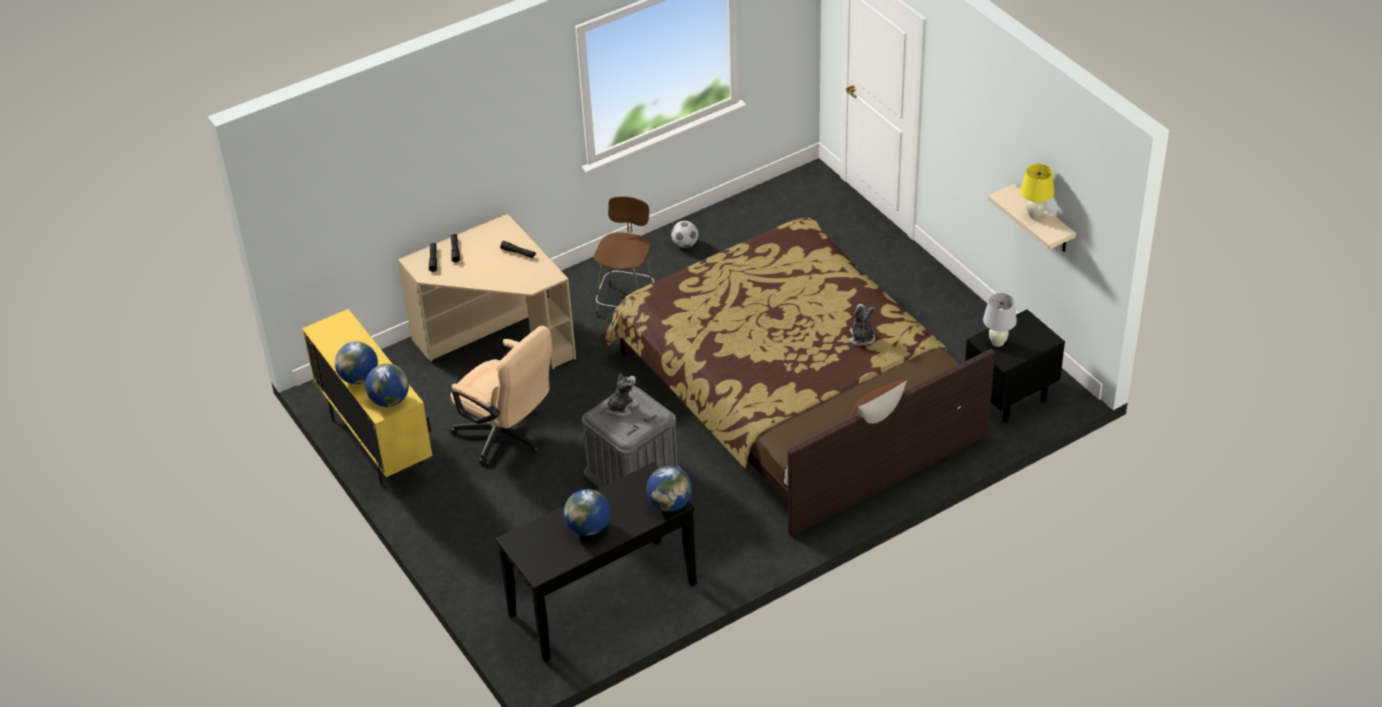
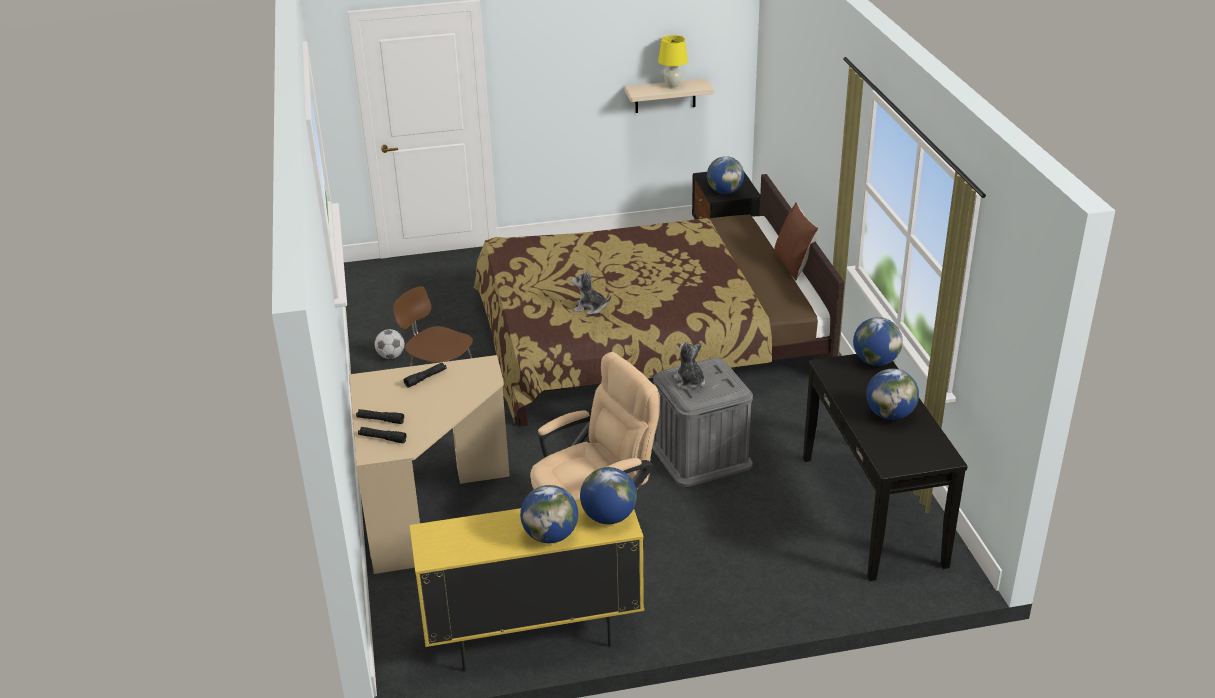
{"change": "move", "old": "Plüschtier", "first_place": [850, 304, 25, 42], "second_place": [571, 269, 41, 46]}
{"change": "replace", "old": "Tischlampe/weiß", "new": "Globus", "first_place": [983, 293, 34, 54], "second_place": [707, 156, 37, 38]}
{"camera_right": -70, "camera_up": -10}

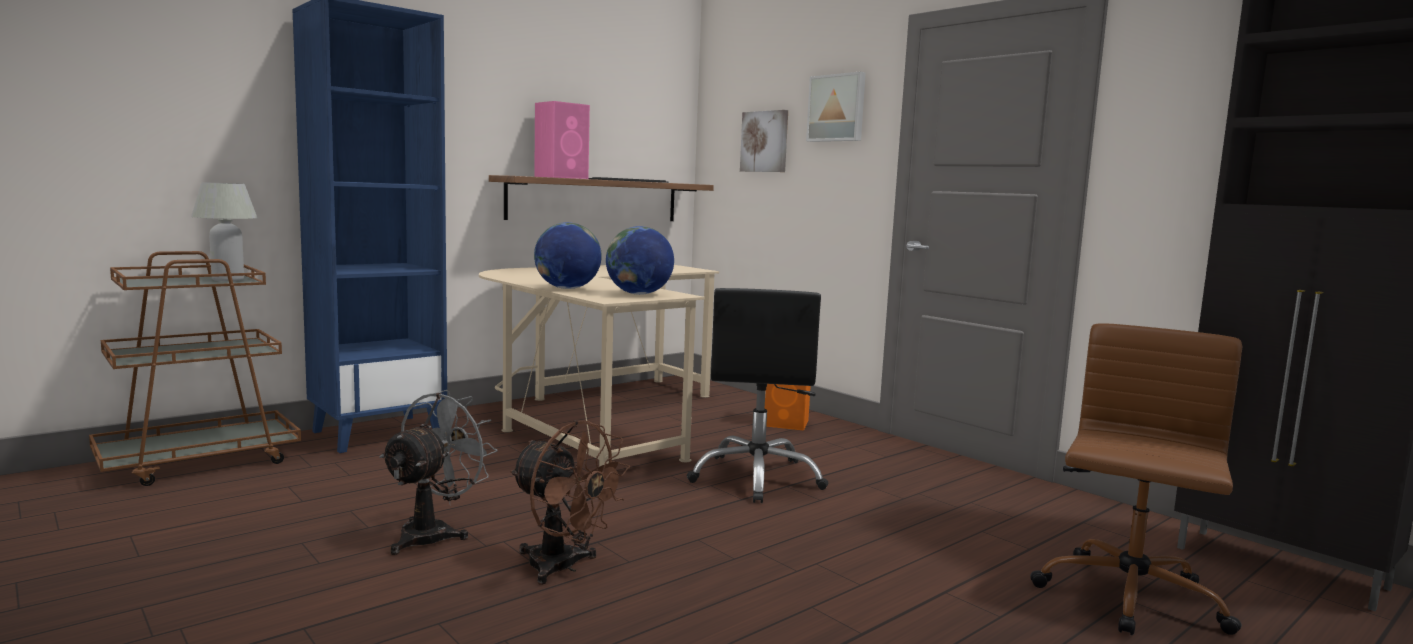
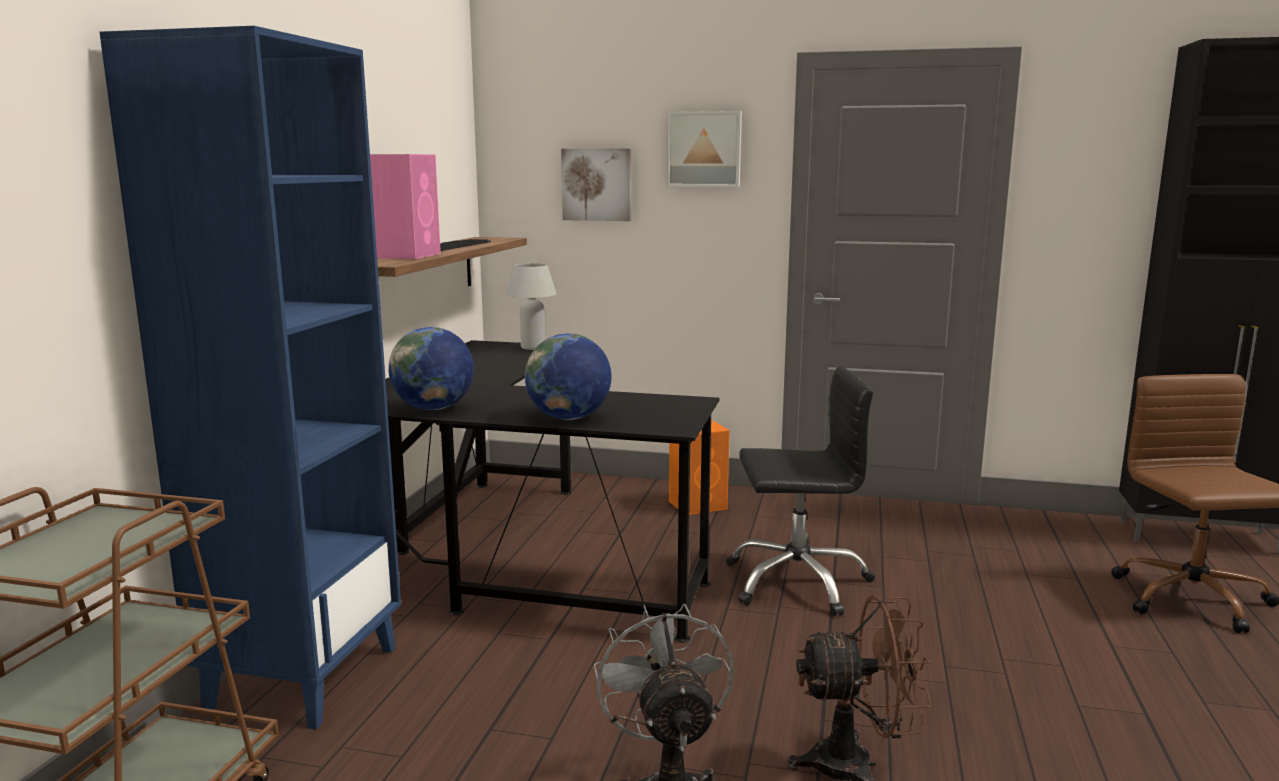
{"change": "recolor", "old": "Schreibtisch/beige", "new": "Schreibtisch/schwarz", "first_place": [479, 265, 240, 202], "second_place": [386, 340, 334, 303]}
{"change": "move", "old": "Globus", "first_place": [606, 226, 68, 69], "second_place": [388, 327, 86, 83]}
{"change": "move", "old": "Tischlampe/weiß", "first_place": [191, 182, 66, 99], "second_place": [507, 263, 49, 87]}
{"change": "rotate", "old": "Bürostuhl/schwarz", "first_place": [687, 288, 142, 215], "second_place": [726, 365, 149, 251], "degrees": -60}
{"camera_right": -35, "camera_up": 5}

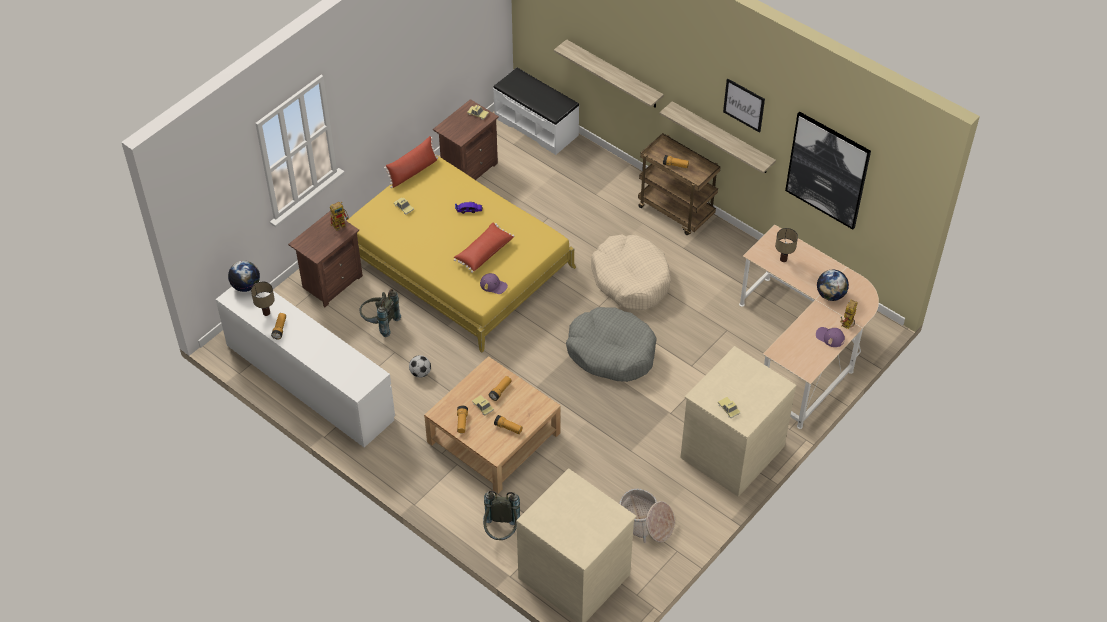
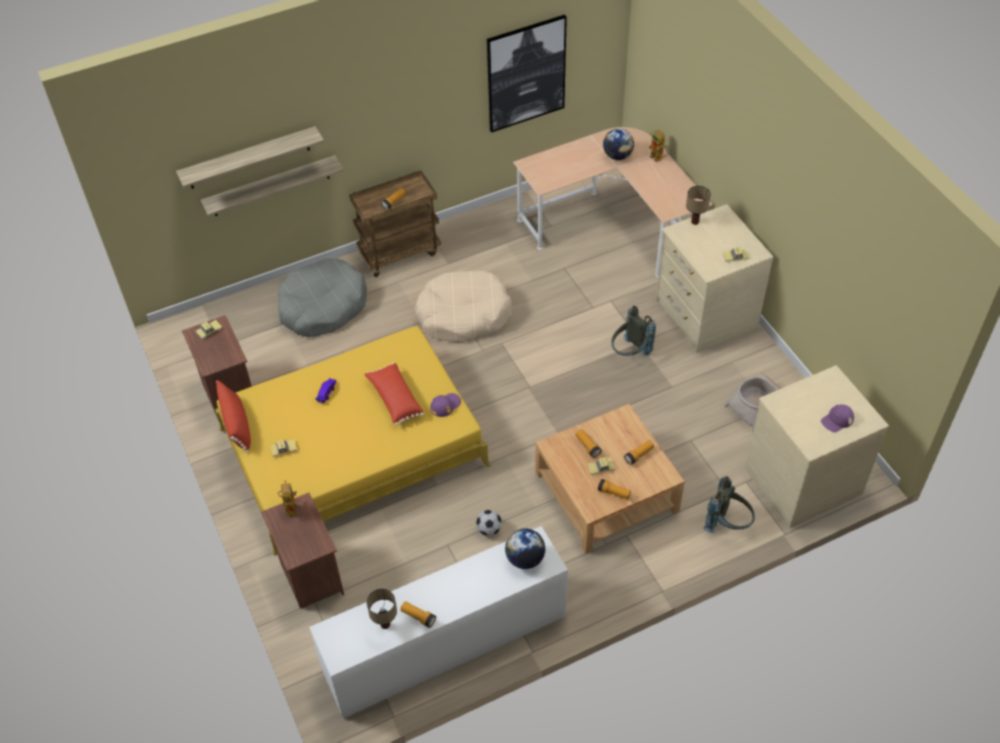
{"change": "move", "old": "Wandregal", "first_place": [659, 101, 117, 73], "second_place": [176, 126, 148, 63]}
{"change": "move", "old": "Hundebett/grau", "first_place": [566, 307, 91, 75], "second_place": [278, 258, 89, 79]}
{"change": "move", "old": "Globus", "first_place": [228, 261, 32, 31], "second_place": [505, 528, 40, 41]}
{"change": "move", "old": "Rucksack/grau", "first_place": [360, 289, 41, 48], "second_place": [611, 306, 45, 50]}
{"change": "move", "old": "Tischlampe", "first_place": [775, 228, 23, 34], "second_place": [686, 186, 25, 39]}
{"change": "move", "old": "Kappe/lila", "first_place": [816, 327, 29, 20], "second_place": [821, 404, 33, 28]}
{"change": "delete", "old": "Bank/weiß", "first_place": [493, 67, 86, 88]}
{"change": "delete", "old": "Bild", "first_place": [723, 78, 42, 55]}
{"camera_right": -65, "camera_up": 0}

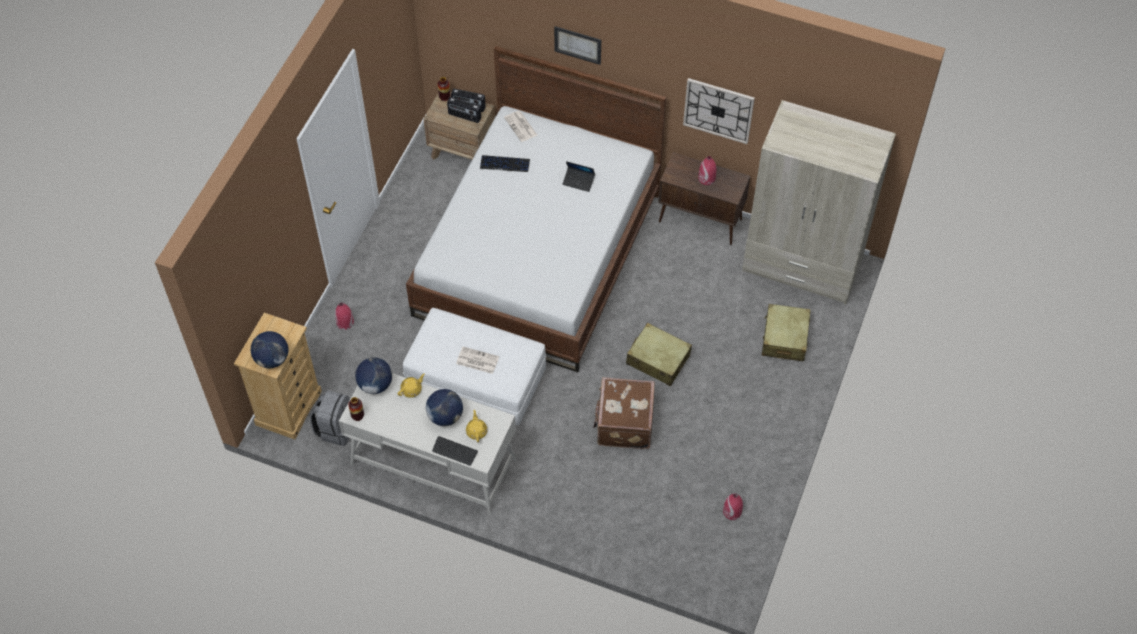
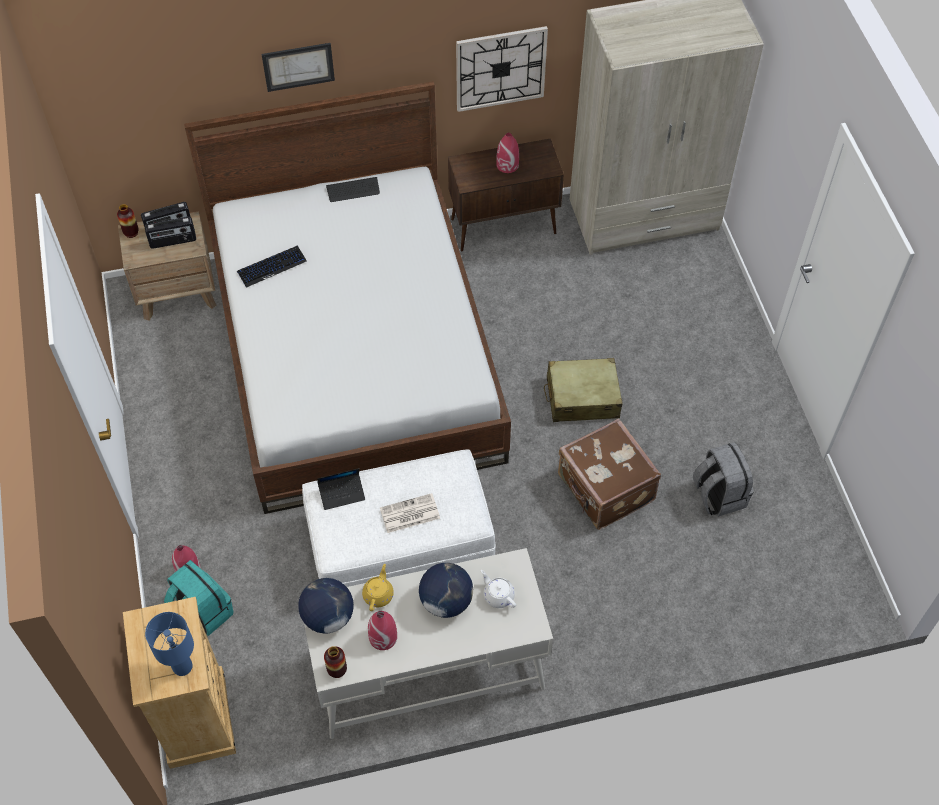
{"change": "replace", "old": "Globus", "new": "Tischlampe/blau", "first_place": [251, 331, 37, 37], "second_place": [145, 612, 49, 64]}
{"change": "insert", "new": "Rucksack/türkis", "second_place": [164, 560, 69, 76]}
{"change": "move", "old": "Laptop", "first_place": [562, 161, 33, 31], "second_place": [317, 468, 48, 42]}
{"change": "move", "old": "Tastatur", "first_place": [432, 436, 46, 30], "second_place": [326, 177, 54, 25]}
{"change": "move", "old": "Vase/rot", "first_place": [723, 493, 20, 27], "second_place": [368, 611, 29, 39]}
{"change": "recolor", "old": "Teekanne/gelb", "new": "Teekanne/weiß", "first_place": [466, 410, 21, 32], "second_place": [481, 570, 35, 38]}
{"change": "move", "old": "Rucksack/grau", "first_place": [310, 391, 40, 55], "second_place": [693, 442, 61, 75]}
{"change": "delete", "old": "Zeitung", "first_place": [504, 111, 33, 31]}
{"change": "delete", "old": "Koffer/beige", "first_place": [762, 304, 49, 57]}
{"camera_right": -35, "camera_up": 0}

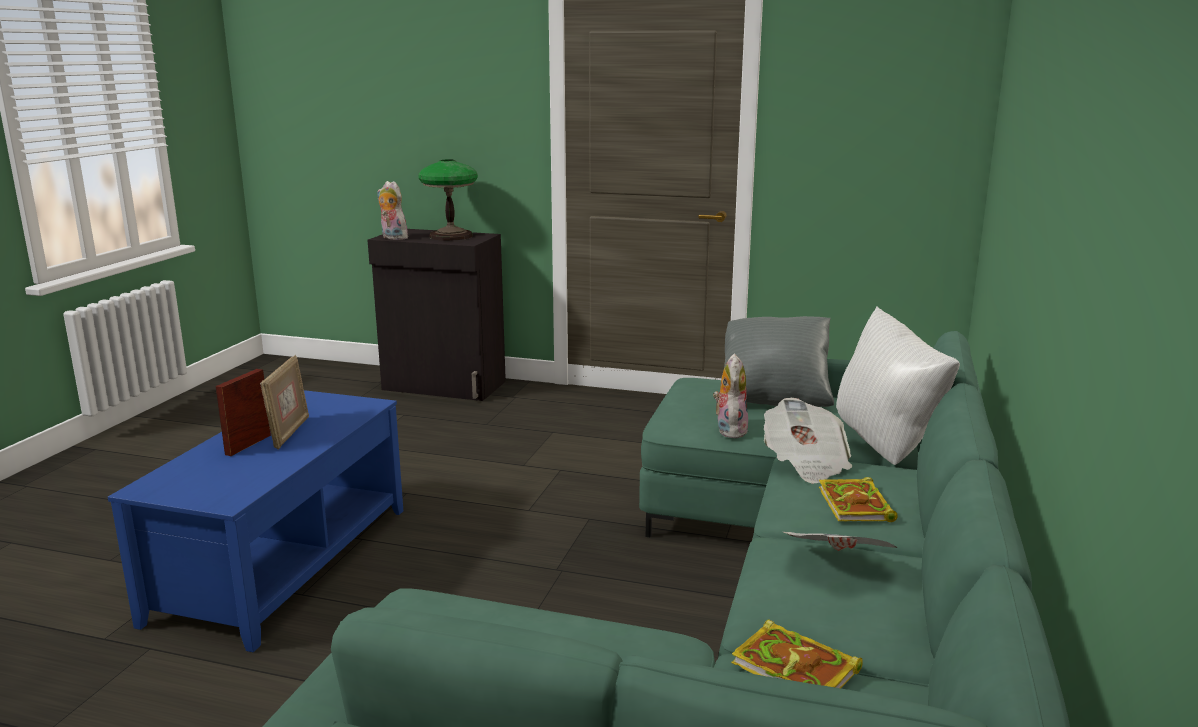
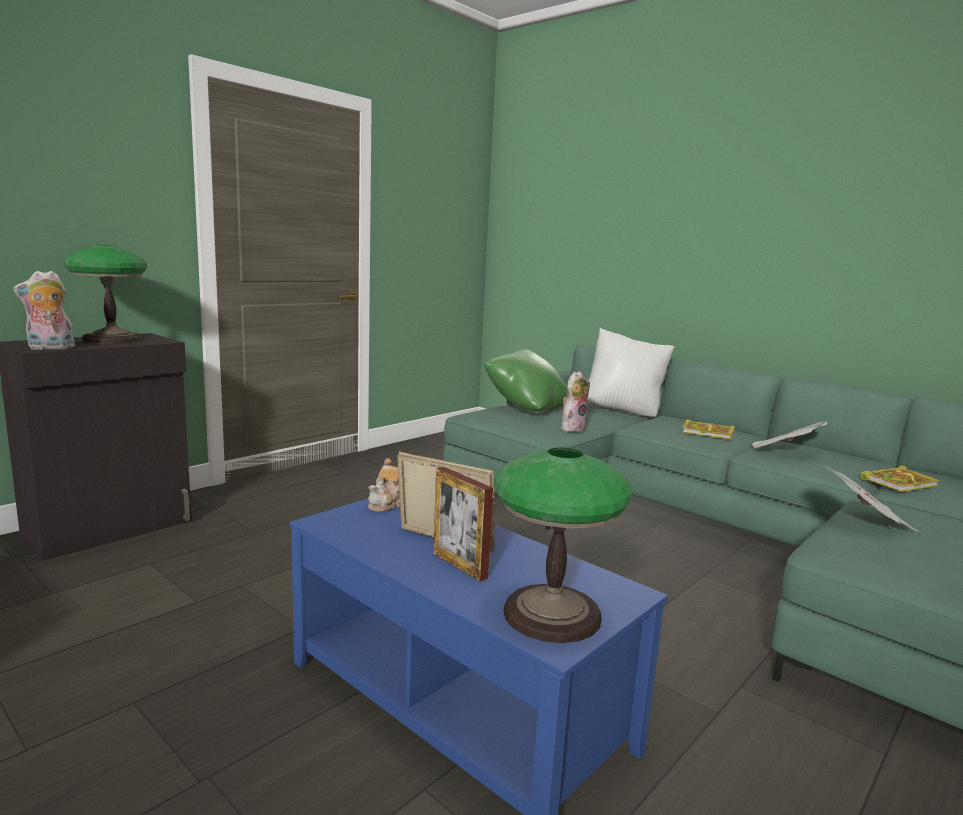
{"change": "insert", "new": "Teekanne", "second_place": [368, 458, 32, 54]}
{"change": "recolor", "old": "Kissen/grau", "new": "Kissen/grün", "first_place": [724, 316, 110, 91], "second_place": [484, 349, 83, 64]}
{"change": "insert", "new": "Tischlampe", "second_place": [494, 448, 138, 195]}
{"change": "rotate", "old": "Plüschtier", "first_place": [713, 354, 35, 84], "second_place": [560, 371, 30, 61], "degrees": 105}
{"change": "move", "old": "Zeitung", "first_place": [764, 398, 88, 86], "second_place": [824, 466, 98, 67]}
{"camera_right": -65, "camera_up": -5}

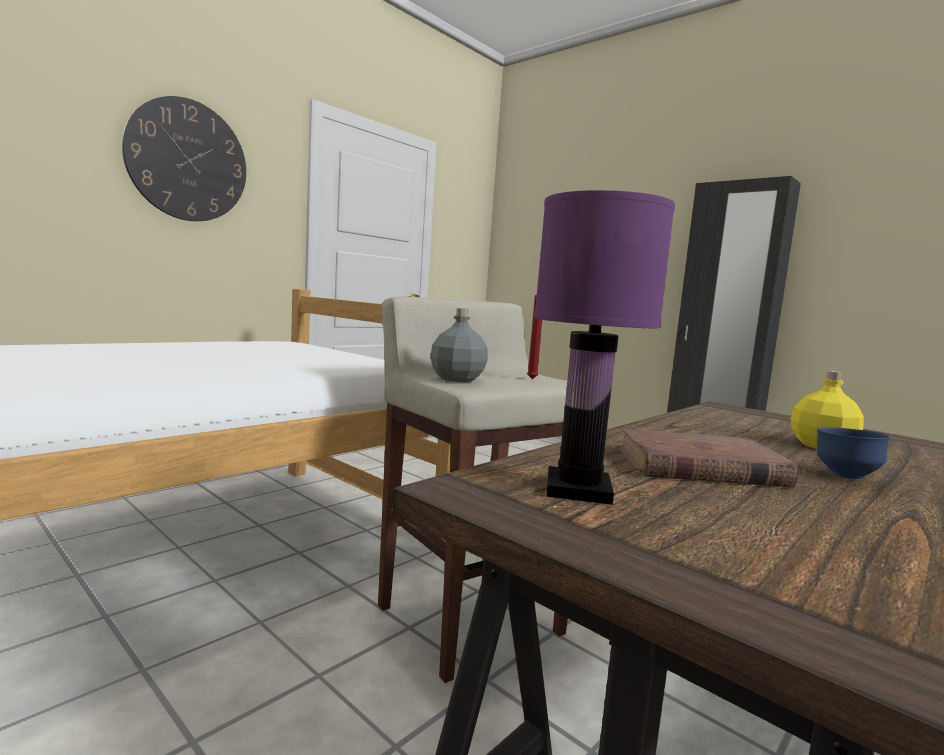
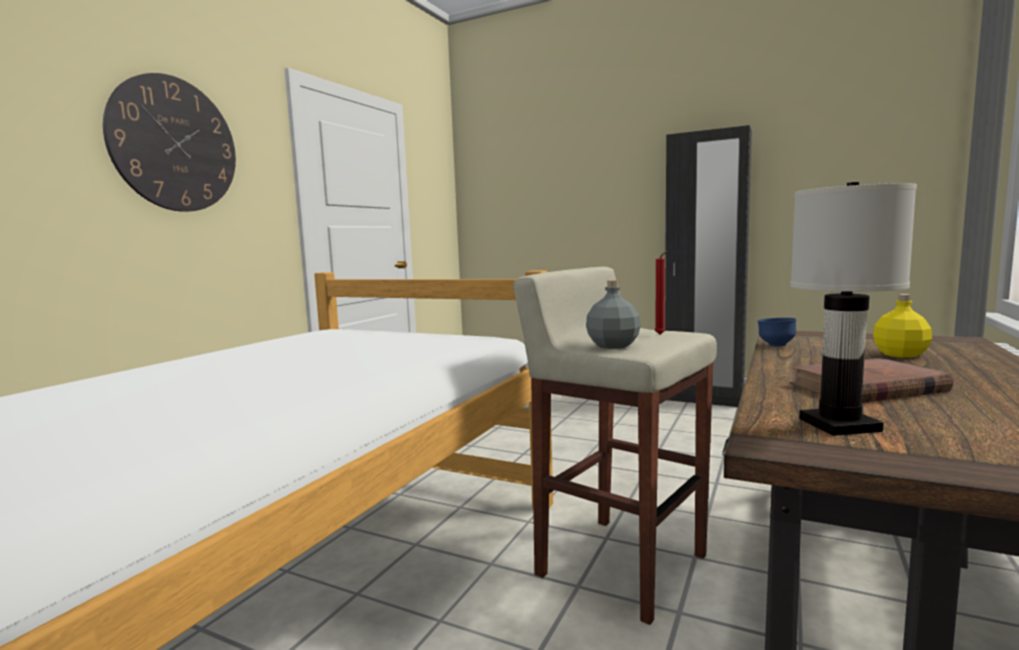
{"change": "move", "old": "Schüssel/blau", "first_place": [816, 427, 74, 52], "second_place": [758, 318, 39, 28]}
{"change": "recolor", "old": "Tischlampe/lila", "new": "Tischlampe/weiß", "first_place": [534, 190, 141, 315], "second_place": [790, 182, 127, 254]}
{"camera_right": -15, "camera_up": 0}

